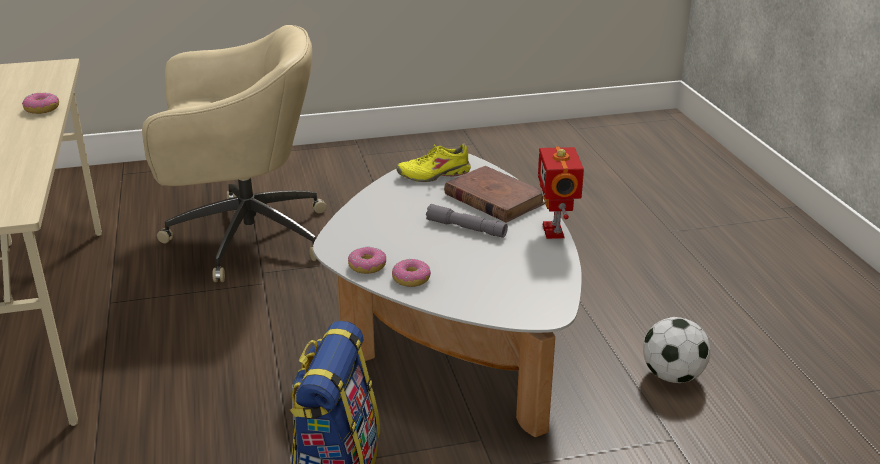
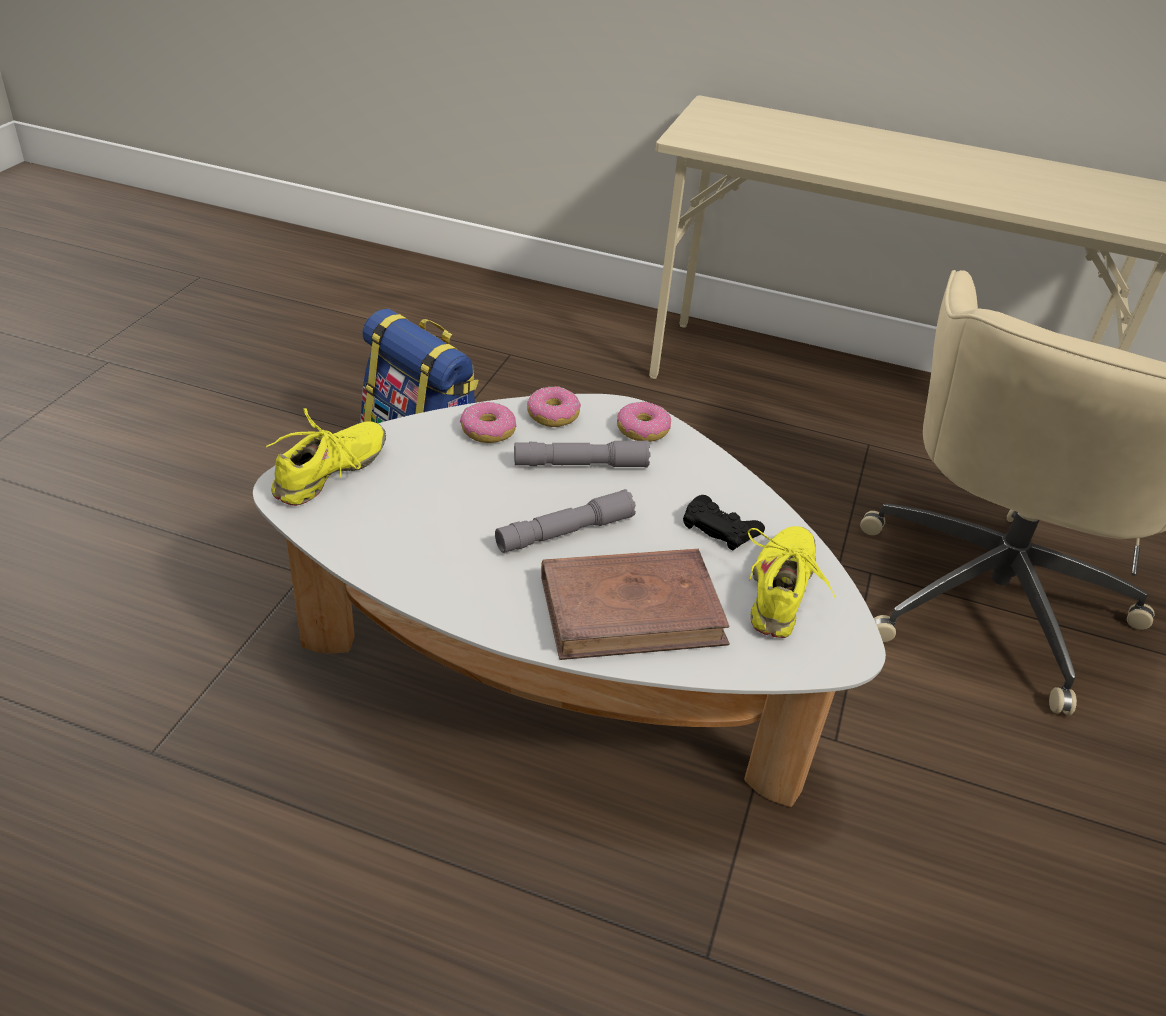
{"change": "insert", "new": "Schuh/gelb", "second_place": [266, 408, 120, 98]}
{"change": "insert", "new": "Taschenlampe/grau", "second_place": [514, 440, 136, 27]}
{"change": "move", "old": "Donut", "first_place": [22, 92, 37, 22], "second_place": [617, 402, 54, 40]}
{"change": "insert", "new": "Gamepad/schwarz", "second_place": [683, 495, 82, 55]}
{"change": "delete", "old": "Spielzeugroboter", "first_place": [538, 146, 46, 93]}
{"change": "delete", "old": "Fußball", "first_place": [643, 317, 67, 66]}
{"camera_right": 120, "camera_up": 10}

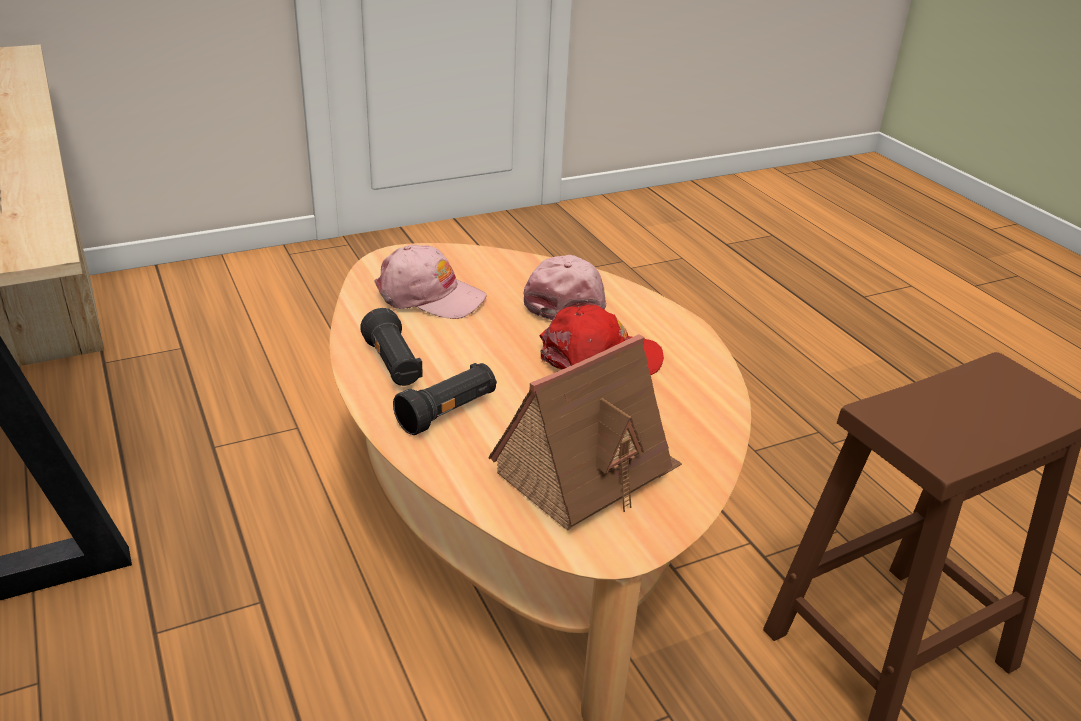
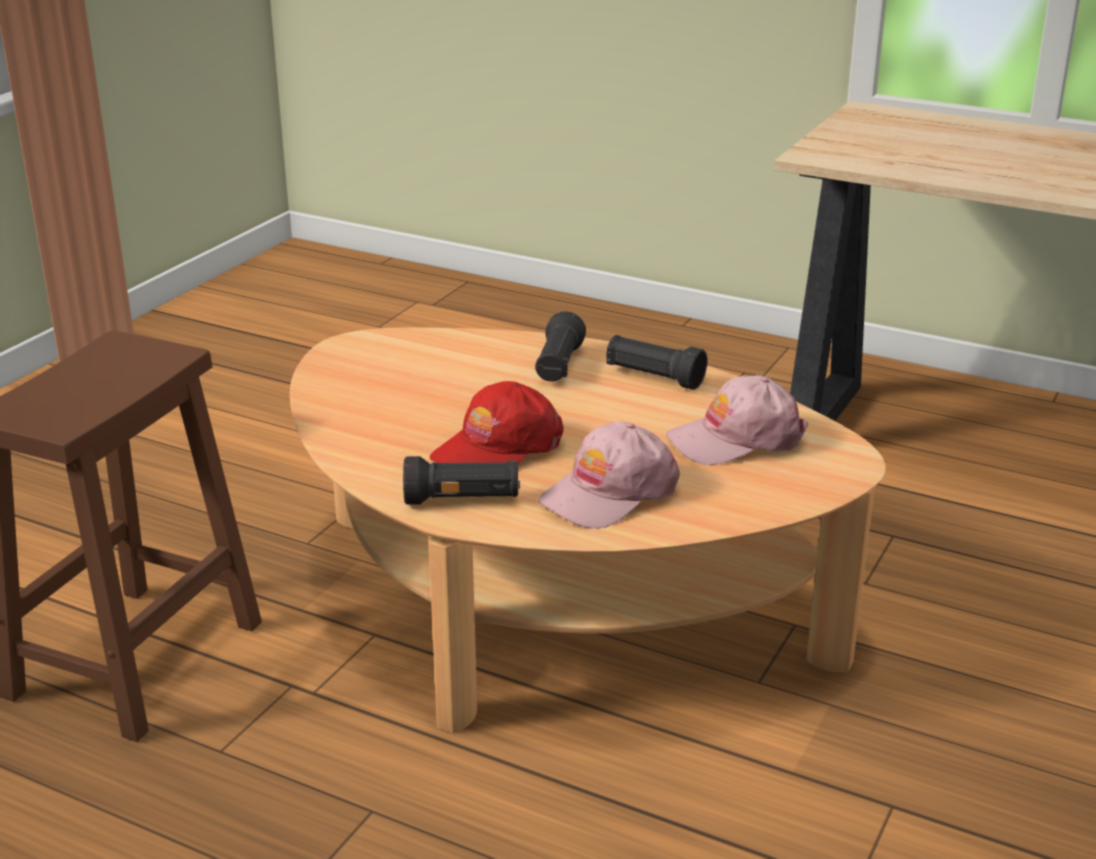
{"change": "insert", "new": "Taschenlampe/schwarz", "second_place": [403, 456, 117, 49]}
{"change": "rotate", "old": "Kappe/rosa", "first_place": [524, 255, 82, 65], "second_place": [538, 422, 142, 107], "degrees": 75}
{"change": "delete", "old": "Spielzeughaus", "first_place": [489, 334, 193, 197]}
{"camera_right": 145, "camera_up": -5}

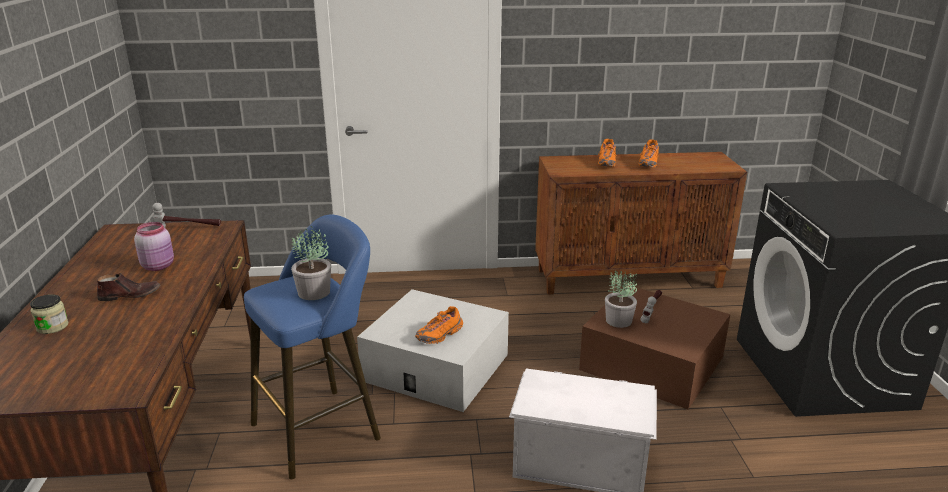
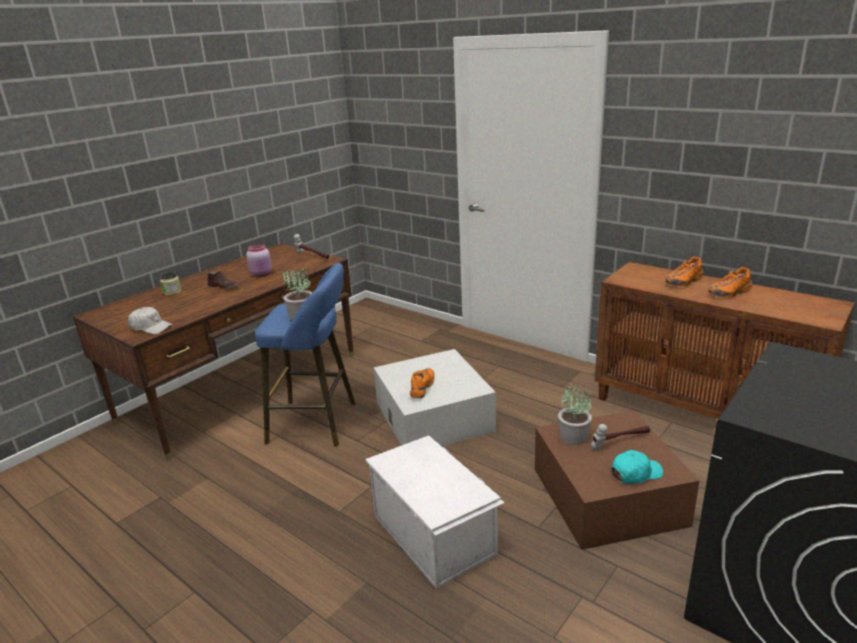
{"change": "insert", "new": "Kappe/weiß", "second_place": [128, 307, 45, 28]}
{"change": "rotate", "old": "Schuh/orange", "first_place": [415, 306, 48, 38], "second_place": [410, 368, 25, 30], "degrees": 105}
{"change": "insert", "new": "Kappe/türkis", "second_place": [612, 450, 51, 34]}
{"camera_right": 45, "camera_up": 0}

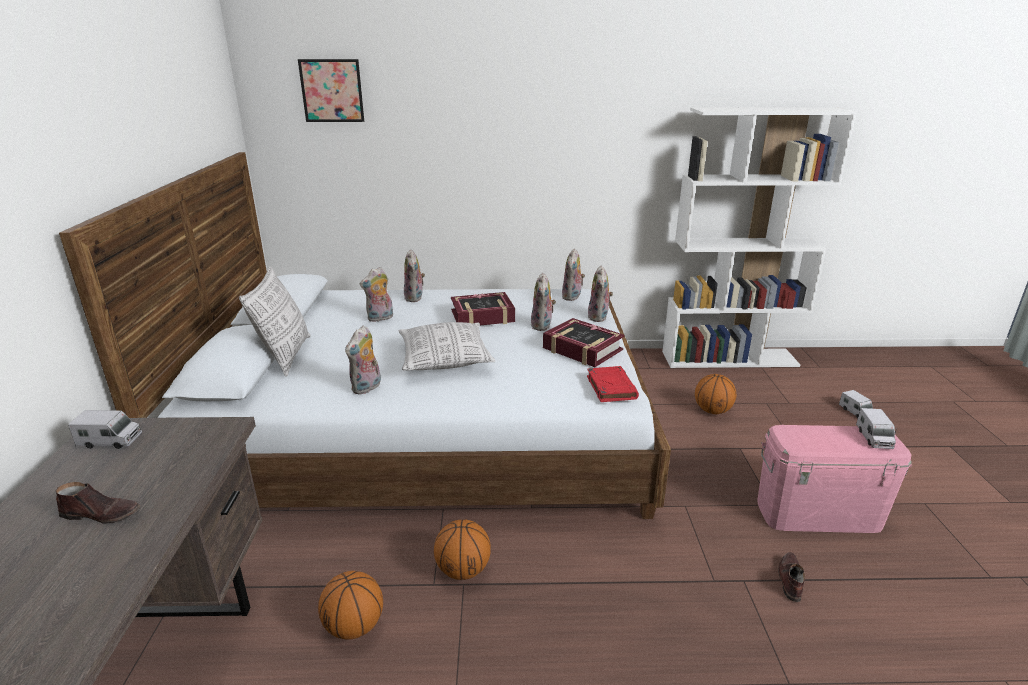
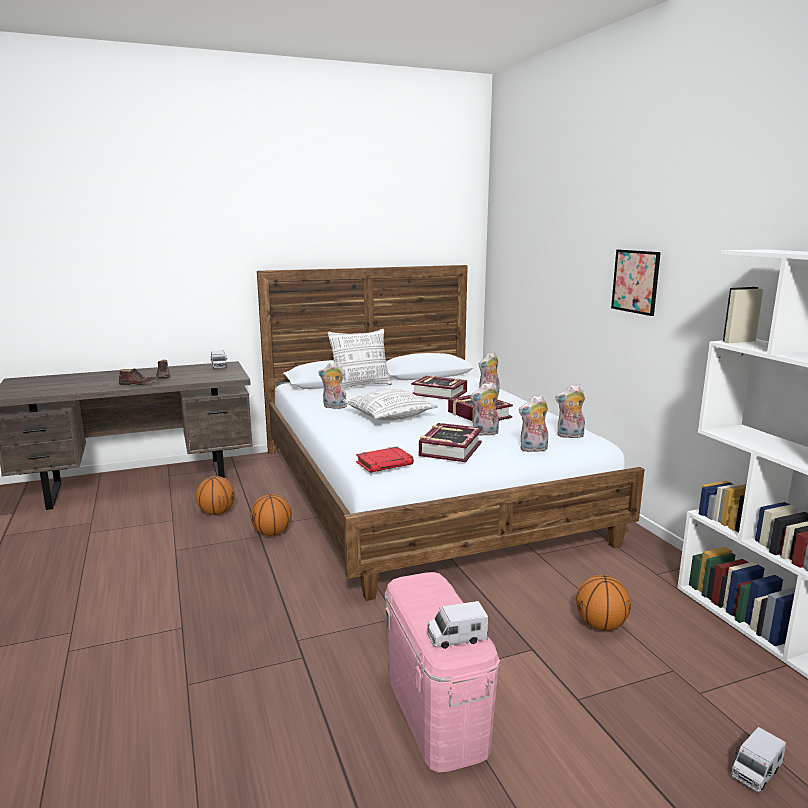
{"change": "move", "old": "Schuh/braun", "first_place": [778, 552, 27, 50], "second_place": [119, 368, 39, 17]}
{"change": "replace", "old": "Plüschtier", "new": "Buch", "first_place": [360, 267, 33, 55], "second_place": [411, 376, 56, 23]}
{"change": "move", "old": "Bild", "first_place": [298, 59, 66, 63], "second_place": [611, 250, 50, 66]}
{"camera_right": 70, "camera_up": -10}

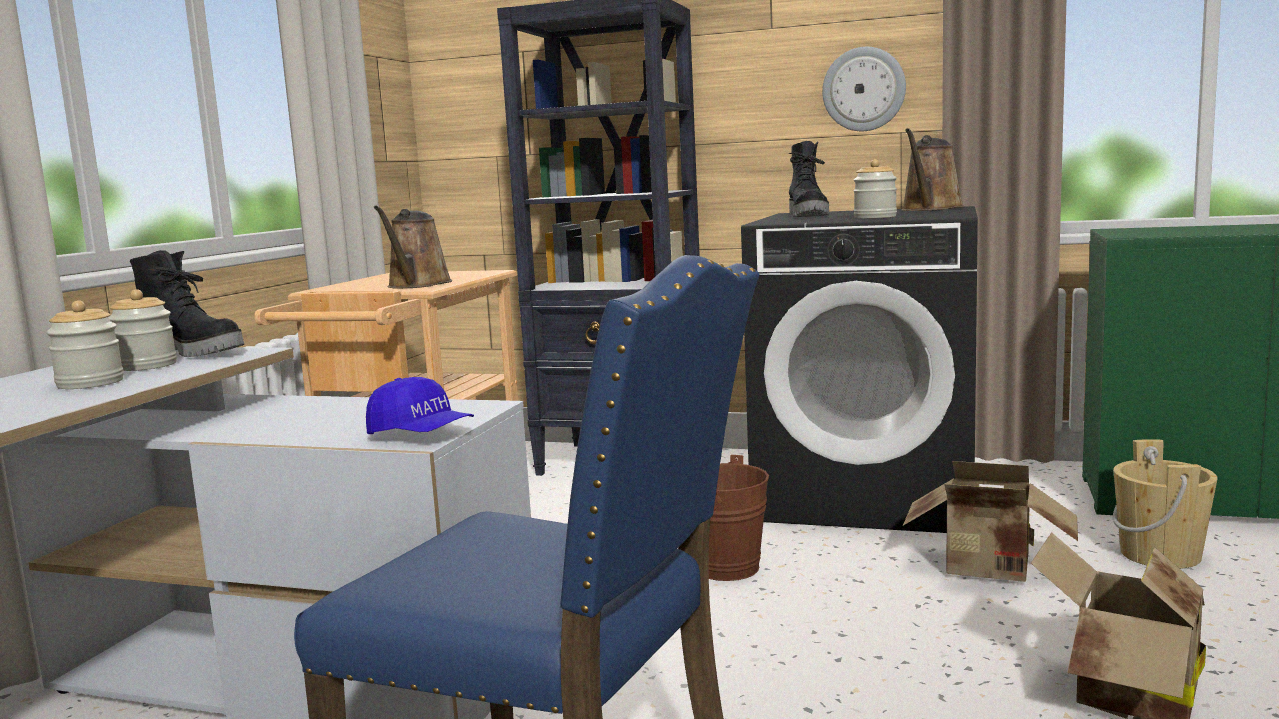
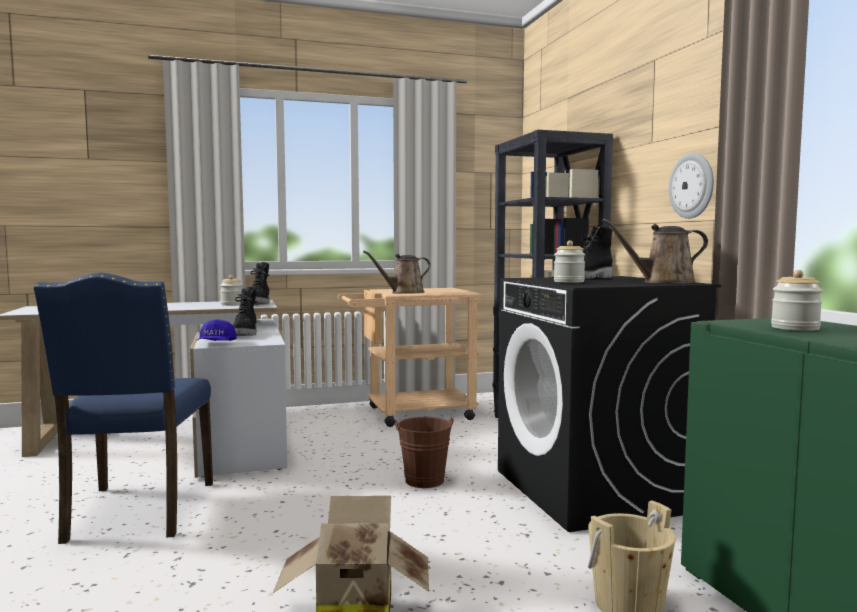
{"change": "insert", "new": "Stiefel/schwarz", "second_place": [233, 287, 24, 49]}
{"change": "move", "old": "Vorratsglas", "first_place": [46, 300, 78, 89], "second_place": [771, 270, 52, 61]}
{"change": "delete", "old": "Karton", "first_place": [903, 461, 175, 121]}
{"camera_right": 55, "camera_up": -5}

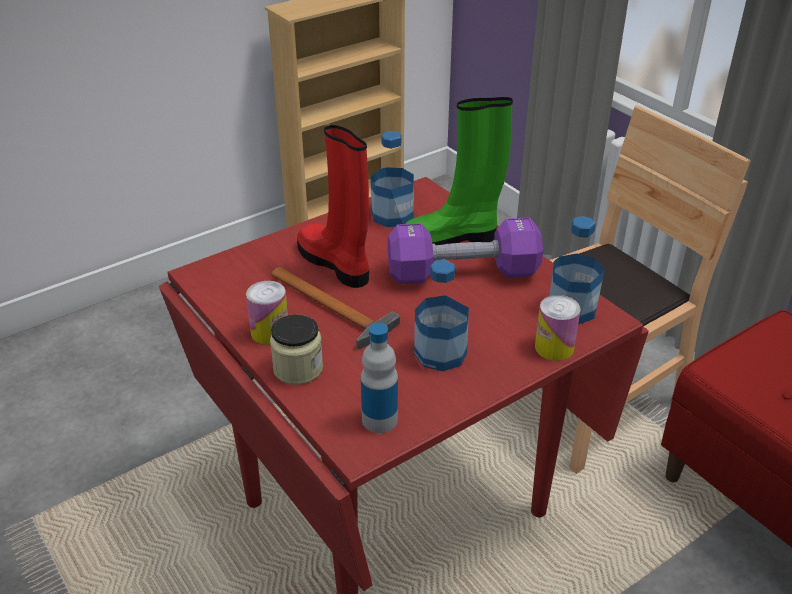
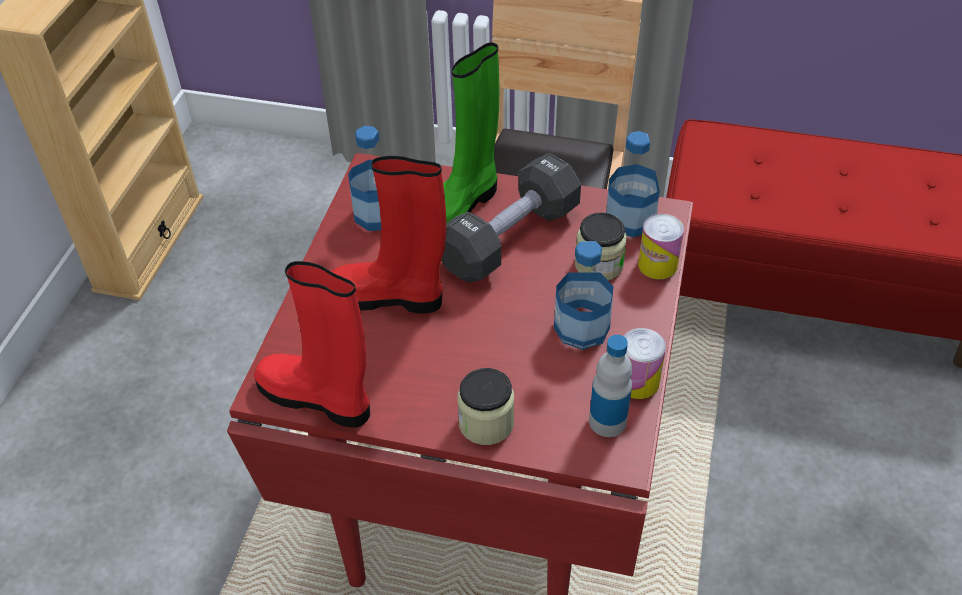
{"change": "insert", "new": "Stiefel/rot", "second_place": [254, 261, 116, 167]}
{"change": "recolor", "old": "Hantel/lila", "new": "Hantel/schwarz", "first_place": [388, 218, 155, 66], "second_place": [441, 153, 140, 130]}
{"change": "insert", "new": "Vorratsglas", "second_place": [575, 213, 52, 67]}
{"change": "move", "old": "Dose", "first_place": [246, 281, 42, 64], "second_place": [624, 328, 42, 71]}
{"change": "delete", "old": "Hammer", "first_place": [271, 267, 129, 83]}
{"camera_right": -40, "camera_up": 10}

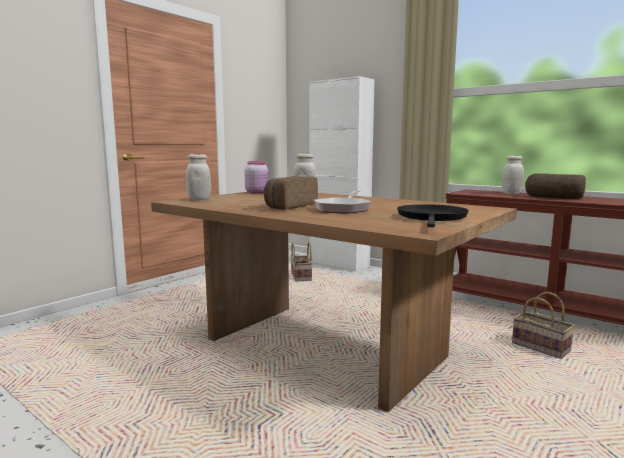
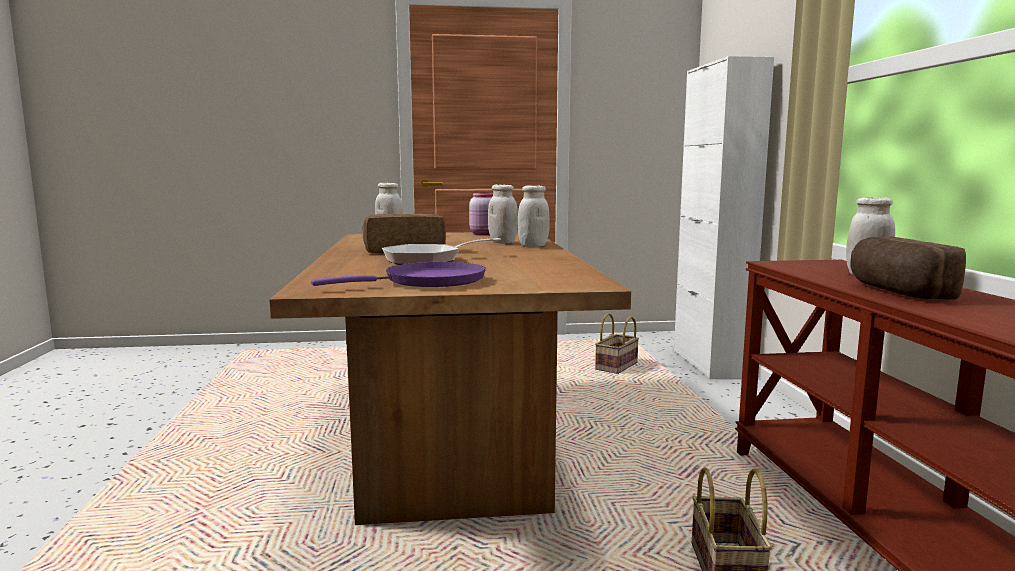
{"change": "recolor", "old": "Pfanne/schwarz", "new": "Pfanne/lila", "first_place": [397, 204, 72, 23], "second_place": [311, 262, 175, 25]}
{"change": "insert", "new": "Vorratsglas/weiß", "second_place": [518, 185, 32, 62]}
{"camera_right": 45, "camera_up": 0}

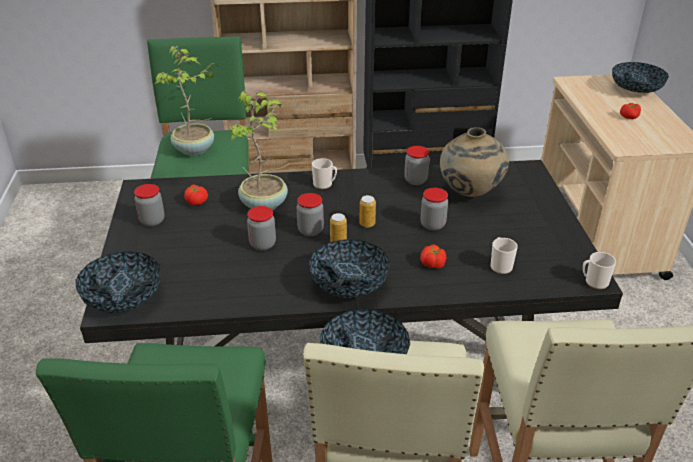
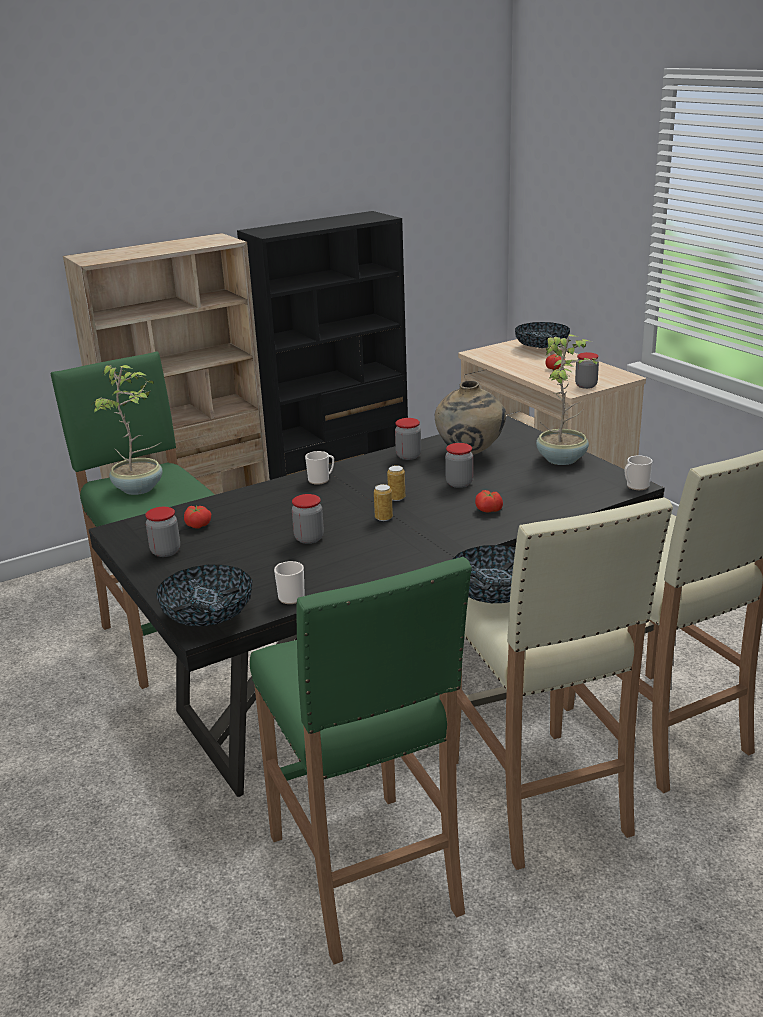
{"change": "move", "old": "Henkelbecher", "first_place": [491, 237, 27, 37], "second_place": [274, 561, 31, 43]}
{"change": "move", "old": "Topfpflanze", "first_place": [228, 91, 60, 119], "second_place": [536, 334, 64, 131]}
{"change": "move", "old": "Vorratsglas", "first_place": [297, 193, 27, 43], "second_place": [575, 352, 24, 37]}
{"change": "delete", "old": "Schüssel", "first_place": [309, 239, 81, 59]}
{"camera_right": -25, "camera_up": -10}

